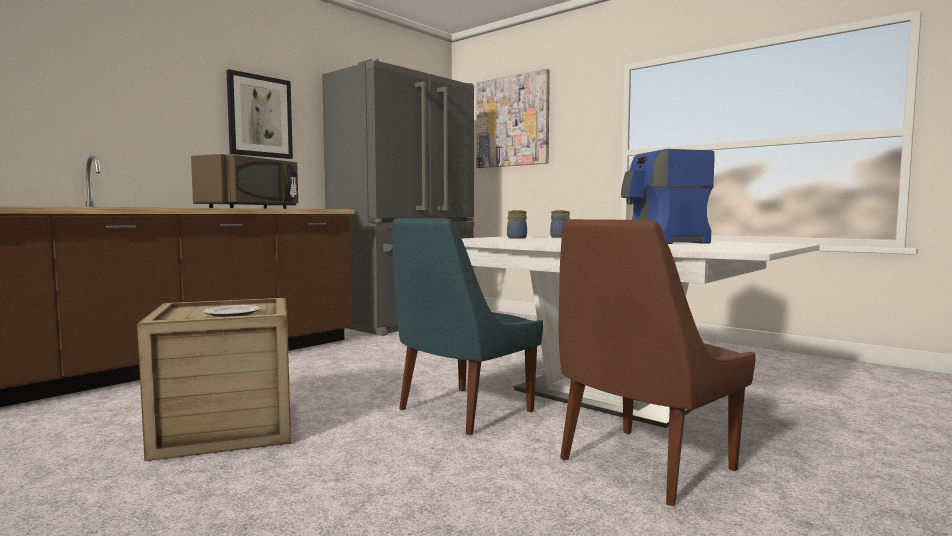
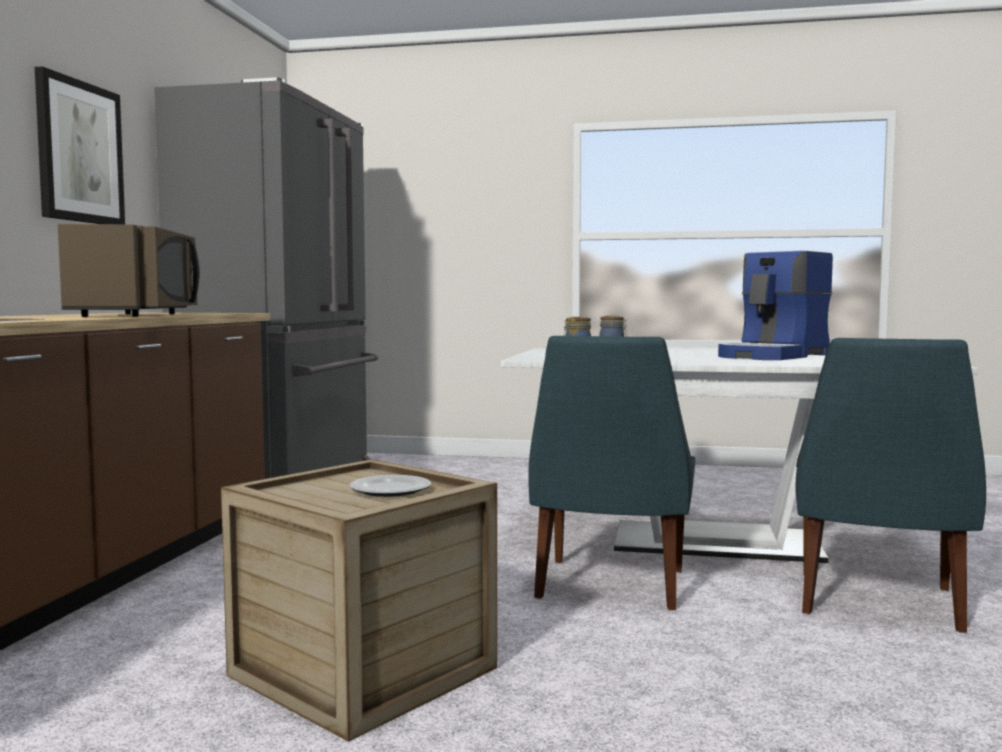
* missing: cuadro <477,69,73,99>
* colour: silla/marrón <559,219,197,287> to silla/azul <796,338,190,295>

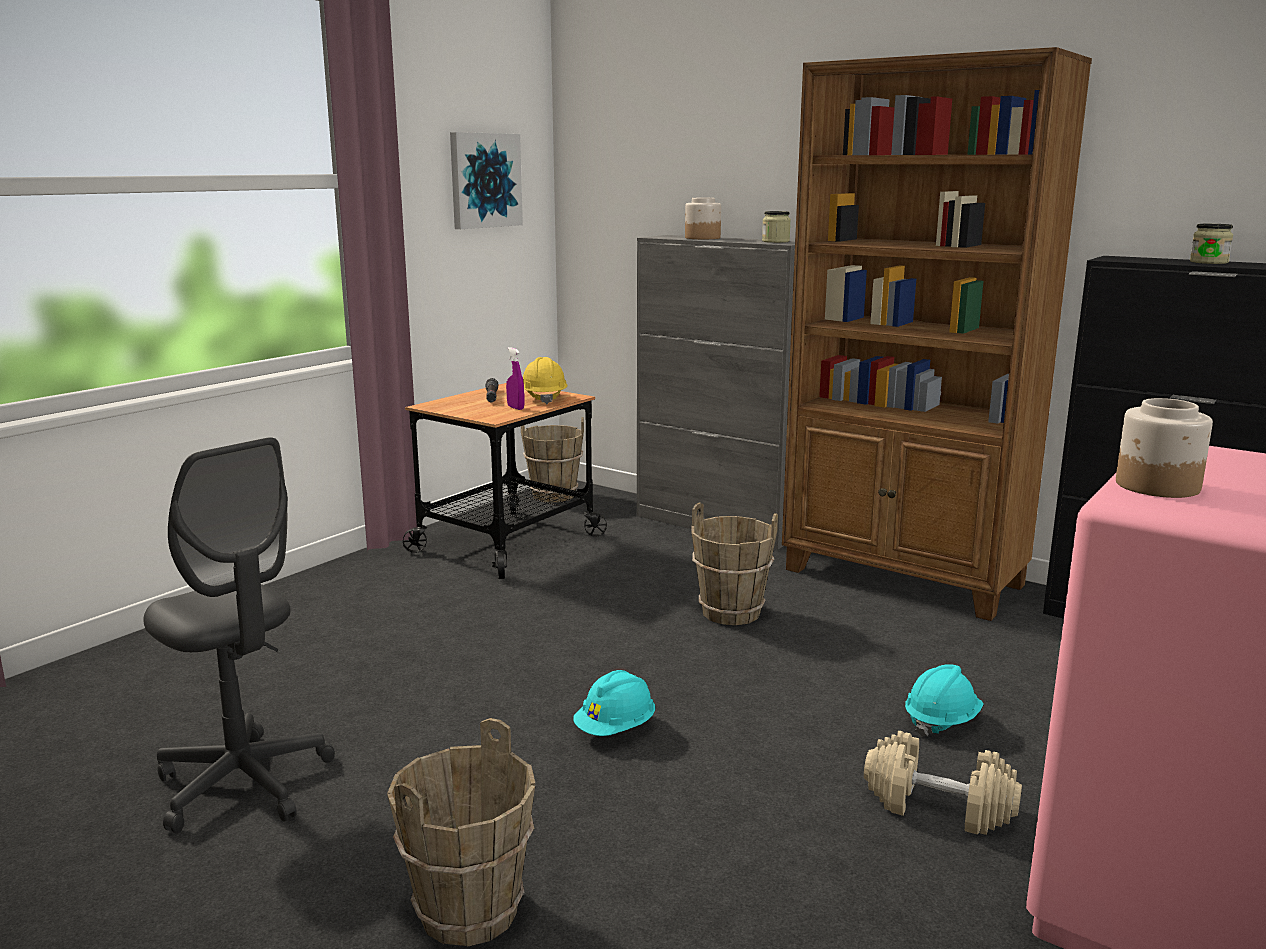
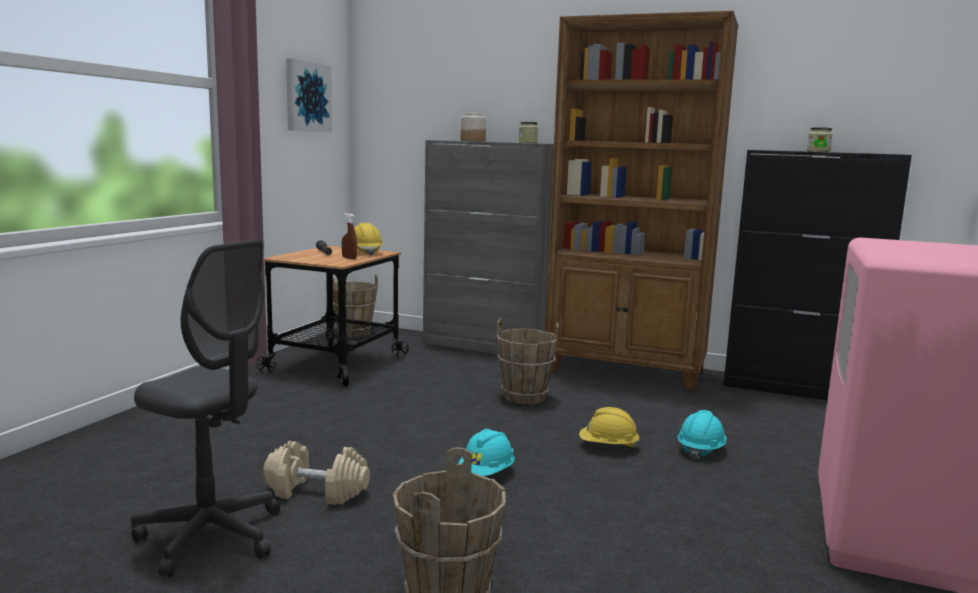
* colour: pulverizador/morado <506,347,18,63> to pulverizador/marrón <342,213,15,46>
* missing: tarro <1116,398,97,100>
* relocated: mancuerna/beis <864,731,158,104> to <263,441,107,64>
* appeared: casco/amarillo <579,407,61,41>

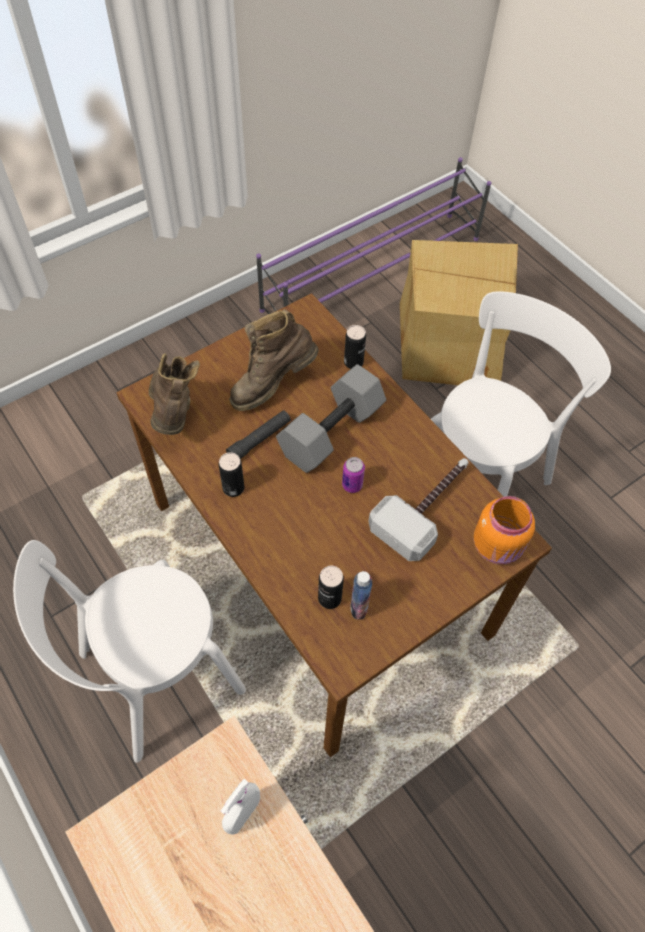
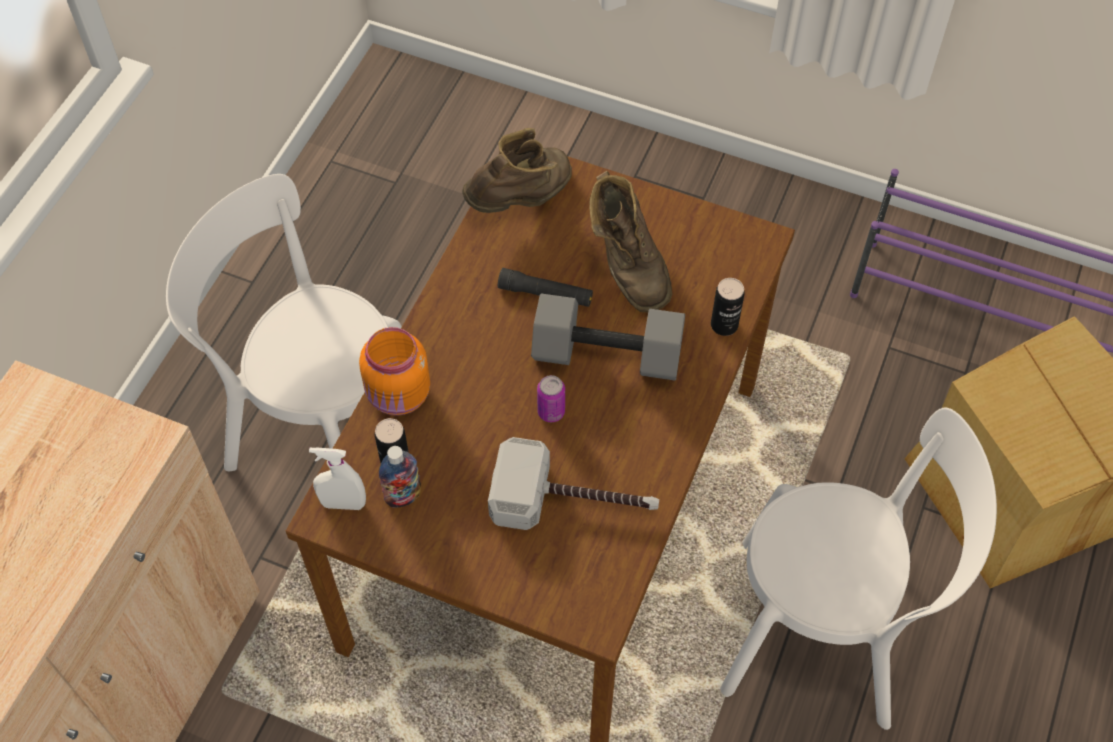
* spun: bota/marrón <229,309,90,102> = <589,171,83,141> 135 degrees counterclockwise
* missing: lata <219,452,25,45>
* relocated: tarro/naranja <474,496,61,69> to <359,327,71,89>
* relocated: pulverizador/blanco <221,779,39,56> to <309,448,57,62>

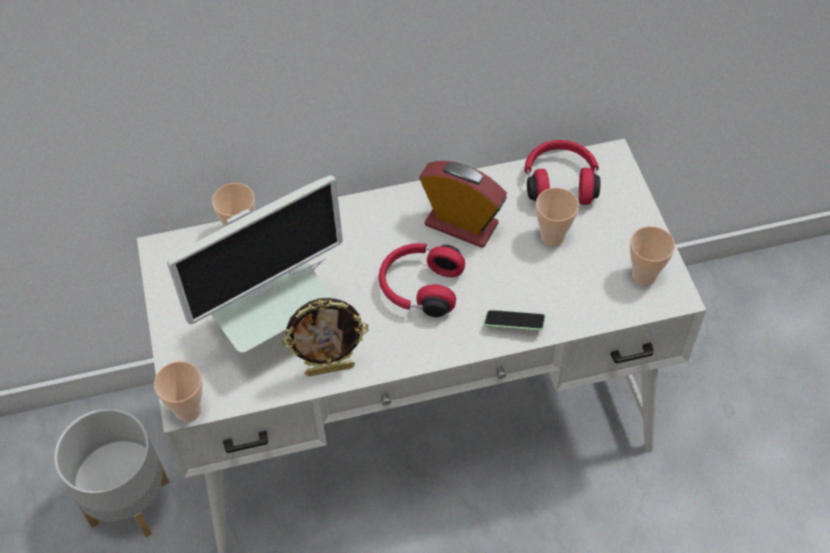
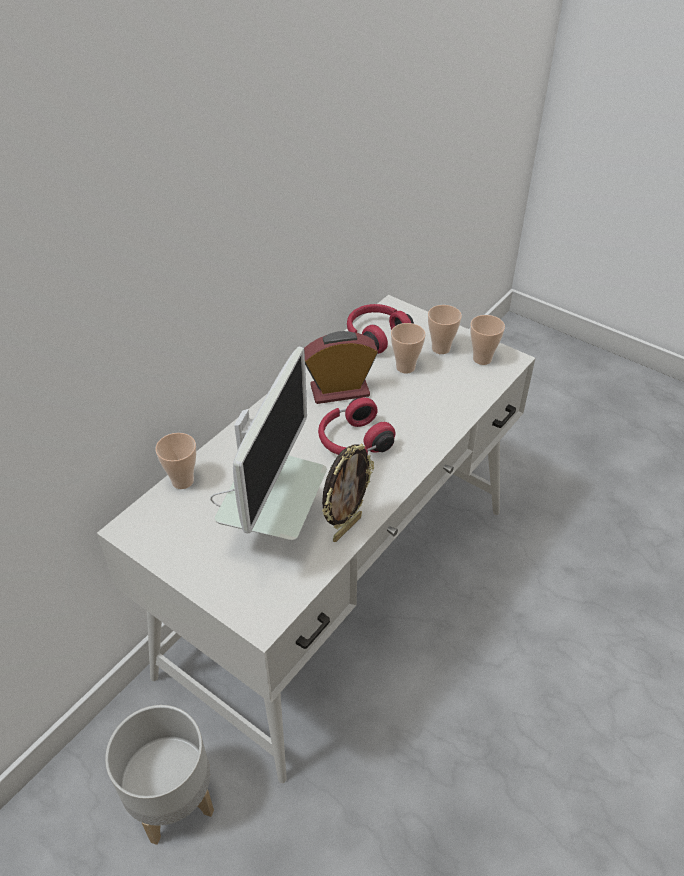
* missing: móvil <484,310,62,20>
* relocated: taza <154,361,49,61> to <428,305,34,49>

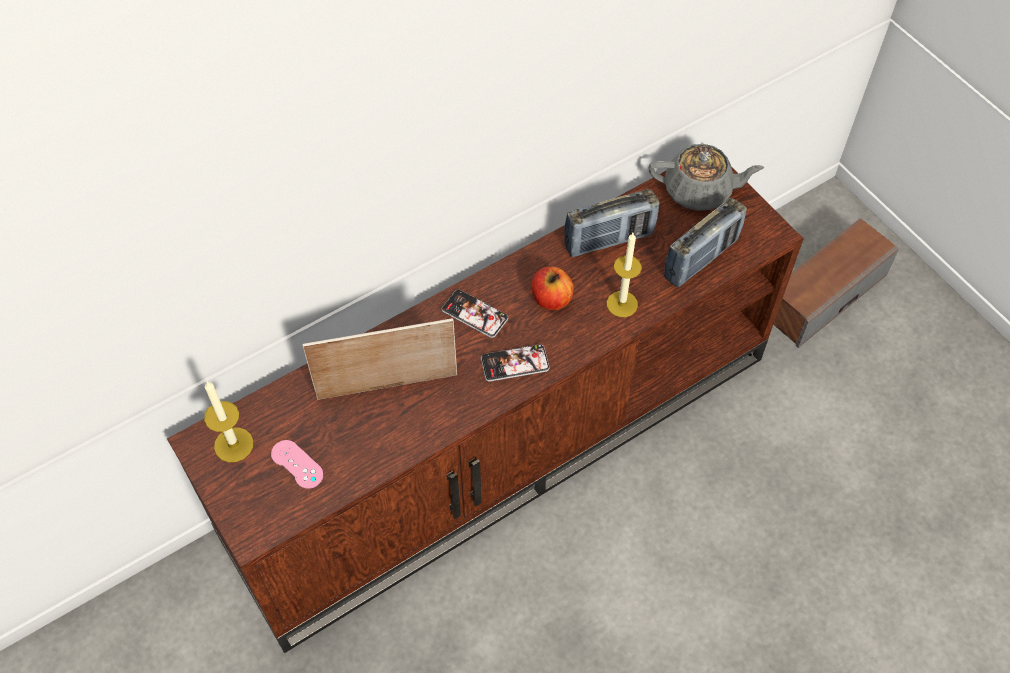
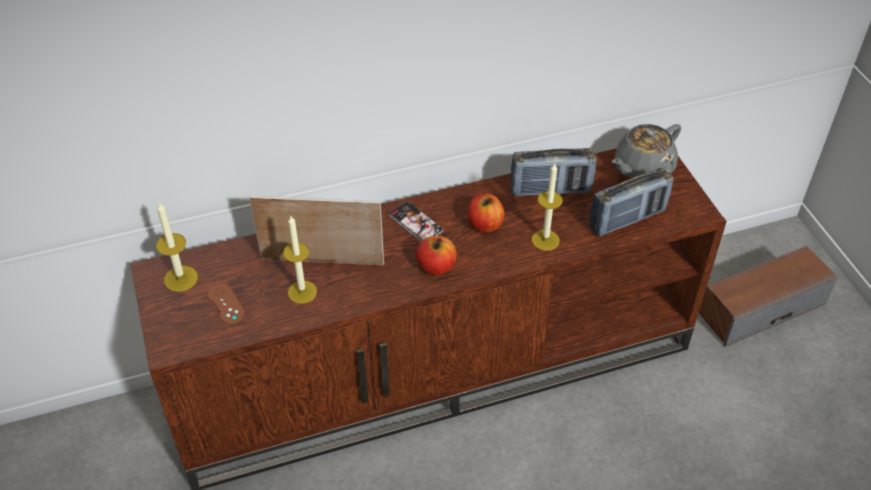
* spun: tetera/gris <648,144,117,67> = <612,124,69,54> 120 degrees clockwise
* exchanged: móvil <481,344,69,38> to manzana <416,236,41,39>
* colour: mando de consola/rosa <271,440,52,49> to mando de consola/marrón <207,283,38,42>
* appeared: vela <283,216,34,88>

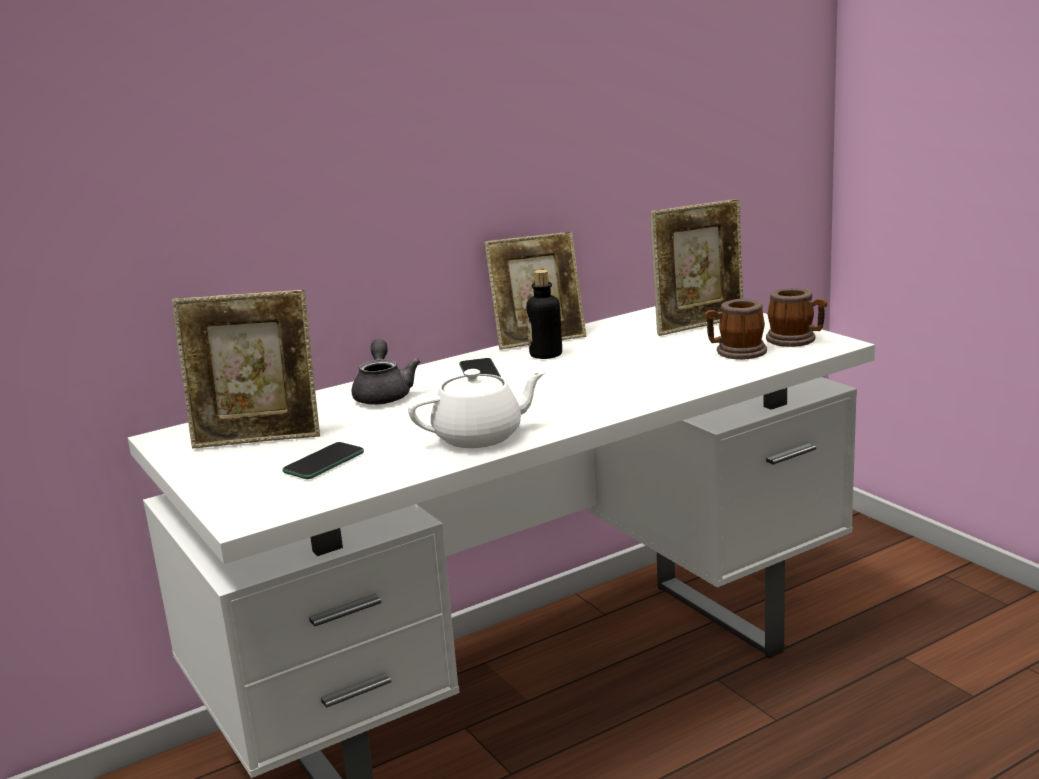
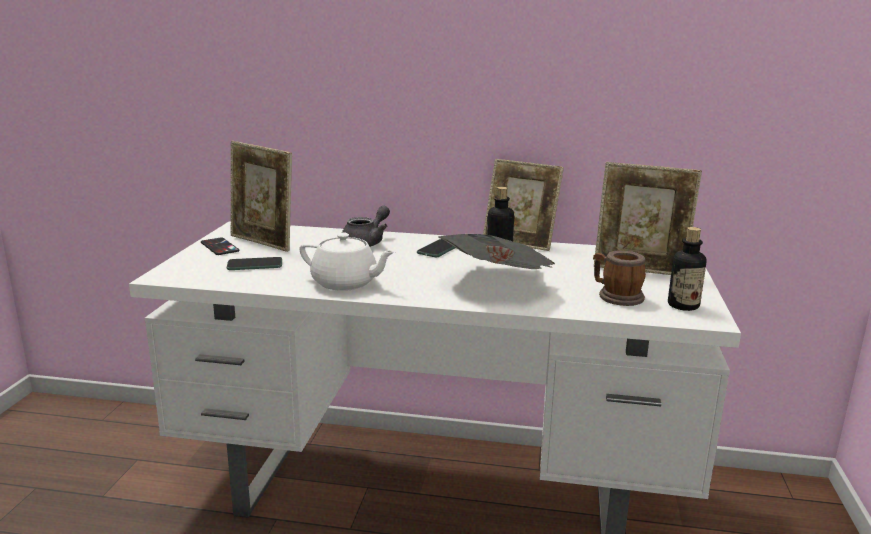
* exchanged: taza grande <766,288,61,59> to botella <668,227,39,84>
* appeared: periódico <438,234,116,35>
* appeared: móvil <201,237,38,18>

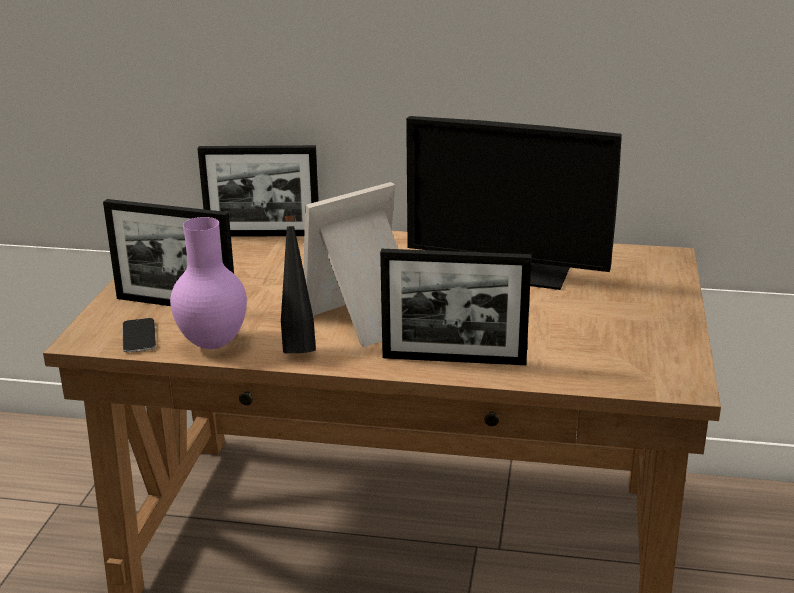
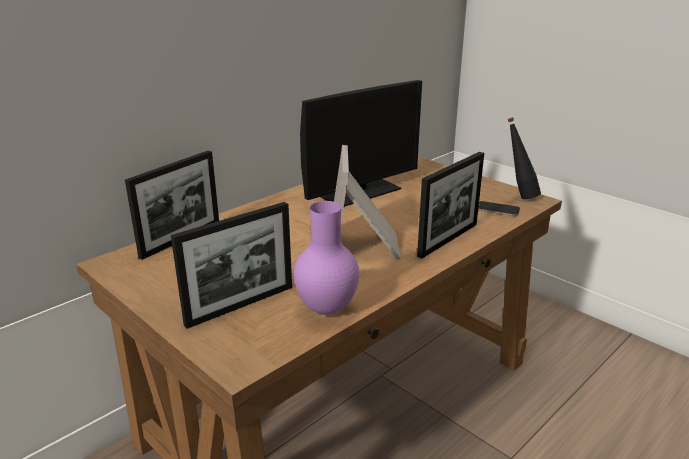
* relocated: botella/negro <281,215,35,139> to <507,117,34,82>
* relocated: móvil <122,318,34,34> to <478,201,42,15>

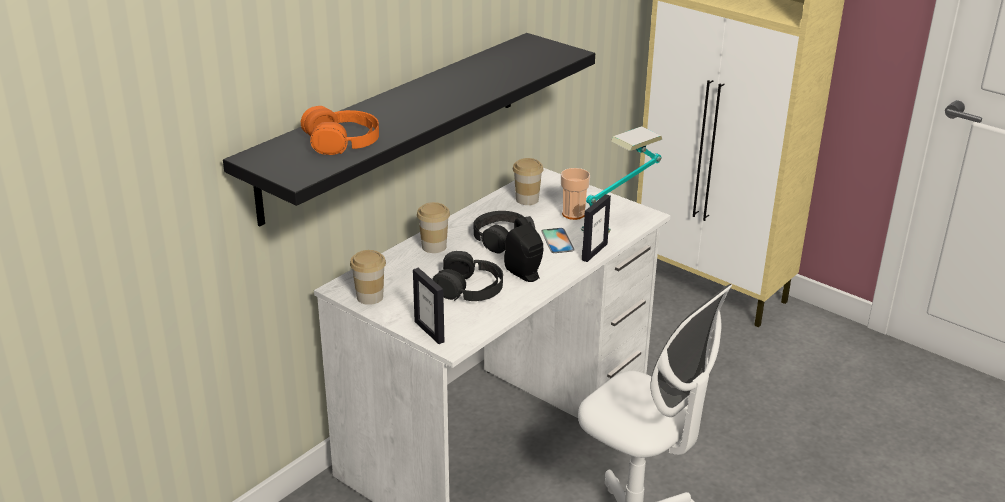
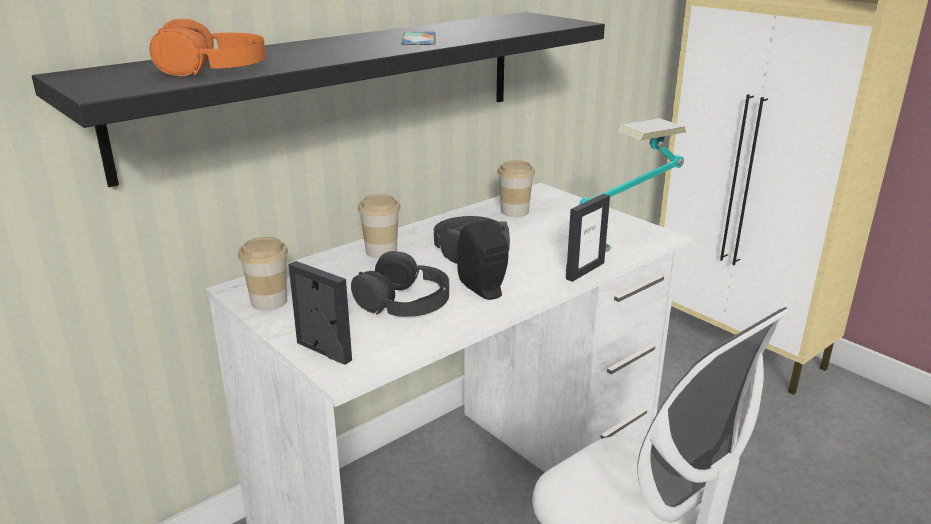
* missing: taza <561,168,29,52>
* relocated: móvil <541,228,34,25> to <401,32,35,13>
* spun: portarretratos <413,268,31,76> = <289,261,63,104> 150 degrees clockwise

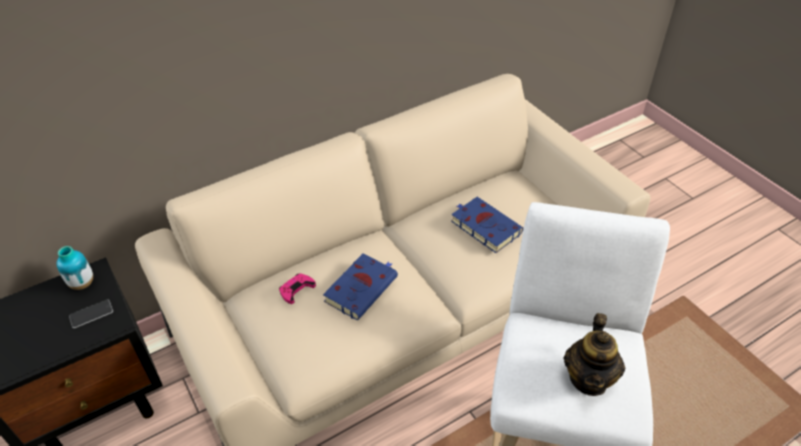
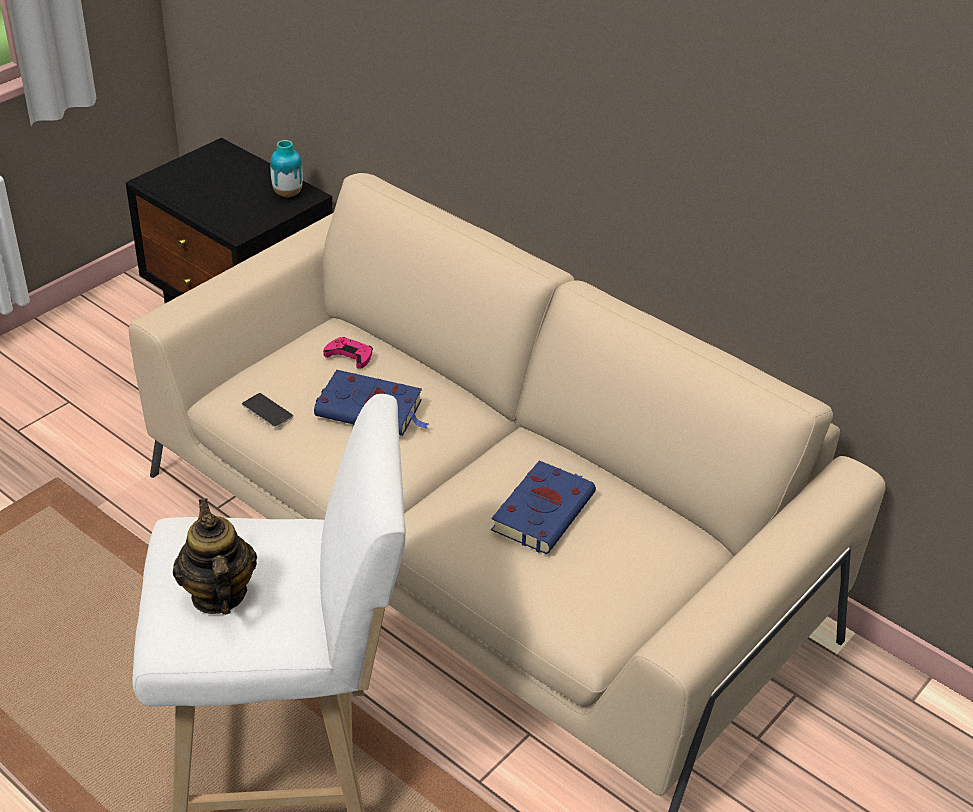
* relocated: móvil <69,299,44,29> to <242,393,52,35>
* spun: tetera <564,313,61,83> = <173,498,84,117> 75 degrees clockwise

